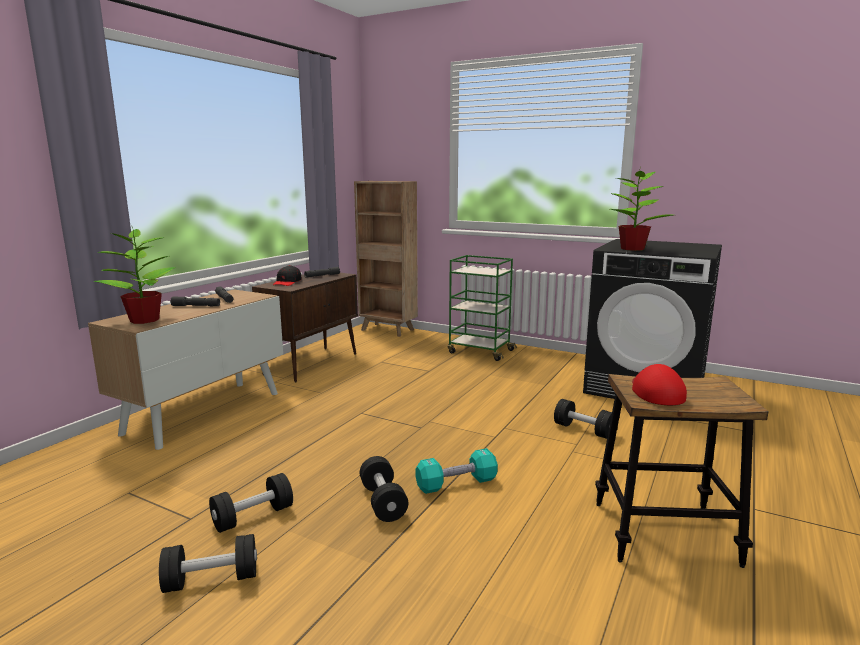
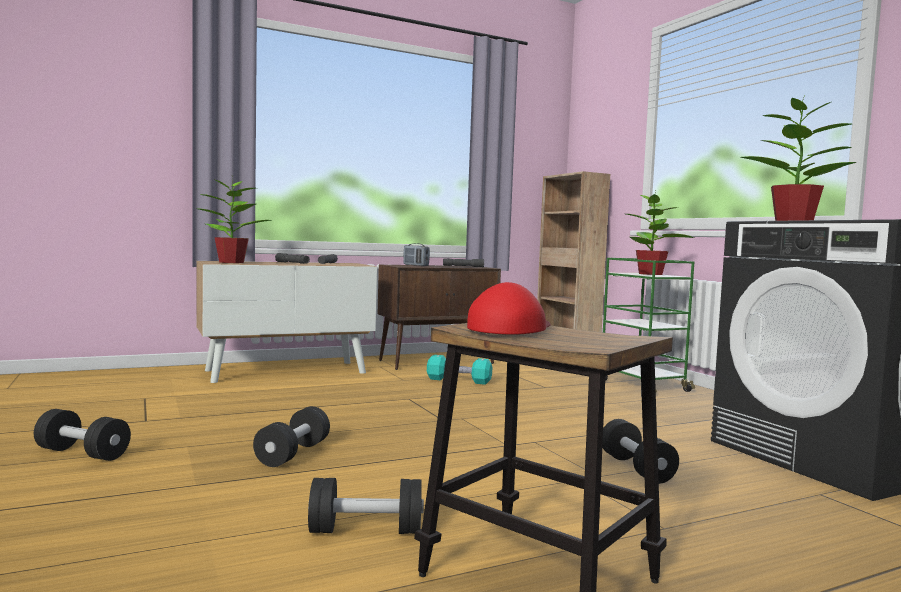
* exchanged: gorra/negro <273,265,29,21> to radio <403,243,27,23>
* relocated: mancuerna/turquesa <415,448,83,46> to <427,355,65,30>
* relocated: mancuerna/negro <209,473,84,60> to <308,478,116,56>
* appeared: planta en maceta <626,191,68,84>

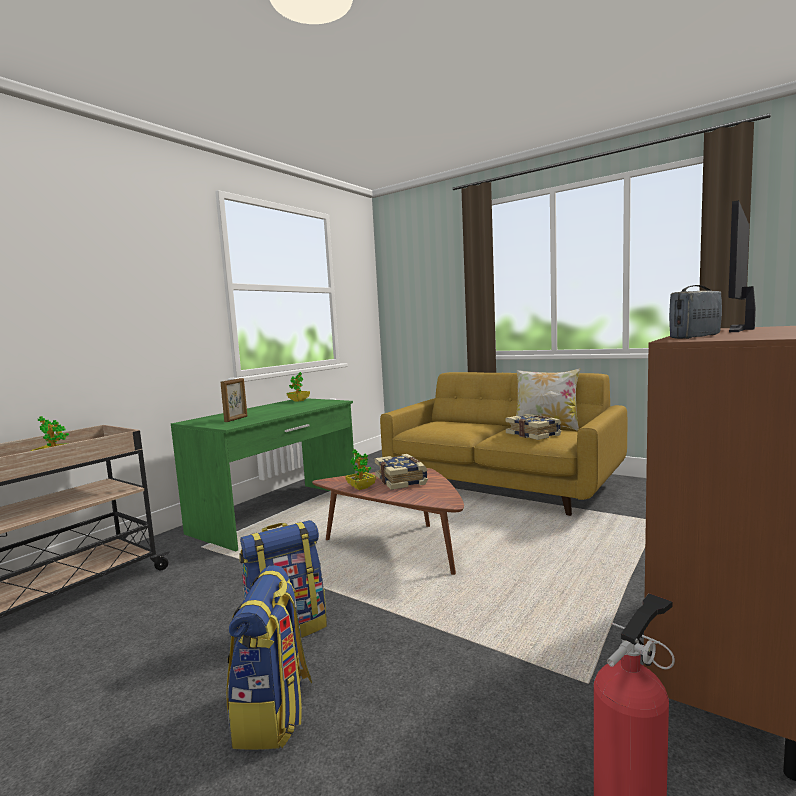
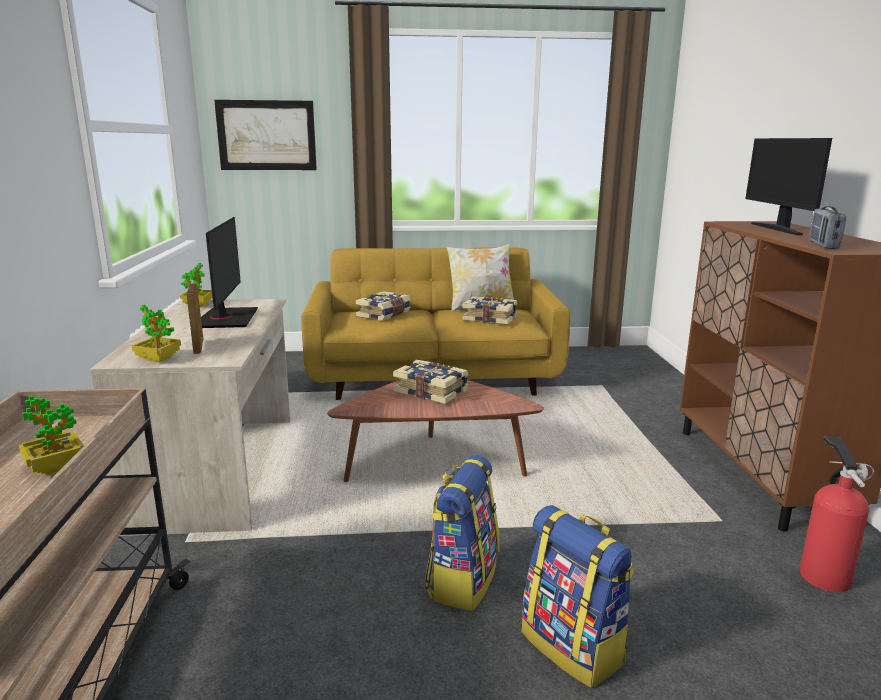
* colour: escritorio/verde <171,398,184,153> to escritorio/beis <90,299,200,237>
* relocated: planta en maceta <345,449,31,41> to <131,305,50,57>
* appeared: cuadro <214,100,103,70>
* appeared: monitor <201,217,57,111>
* appeared: libro <356,291,54,30>

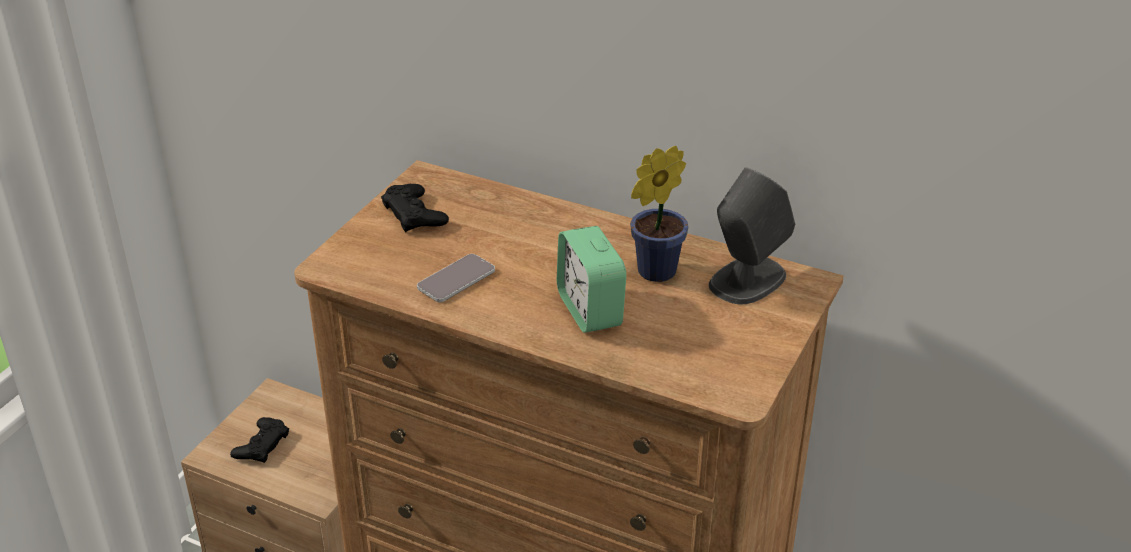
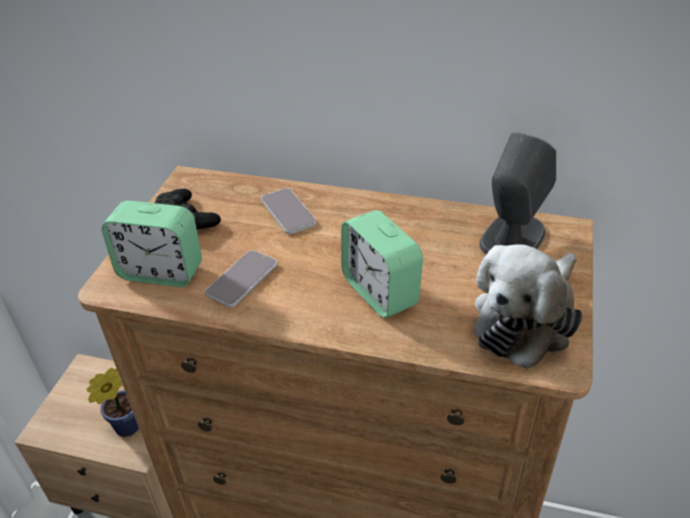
* relocated: planta en maceta <630,146,58,136> to <86,368,53,69>
* missing: mando de consola/negro <230,417,59,46>
* appeared: móvil <261,188,55,46>
* appeared: despertador <102,200,100,87>
* appeared: peluche <475,244,107,125>

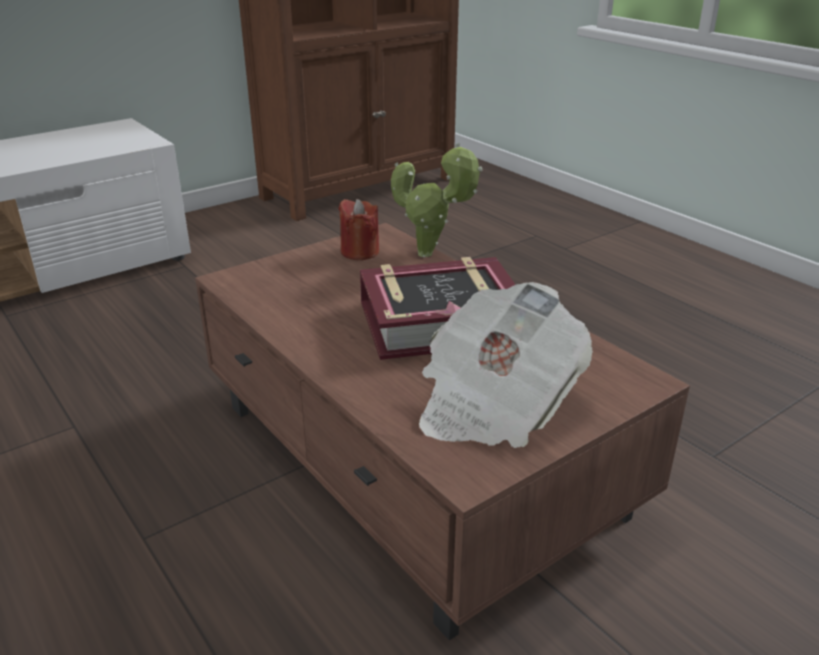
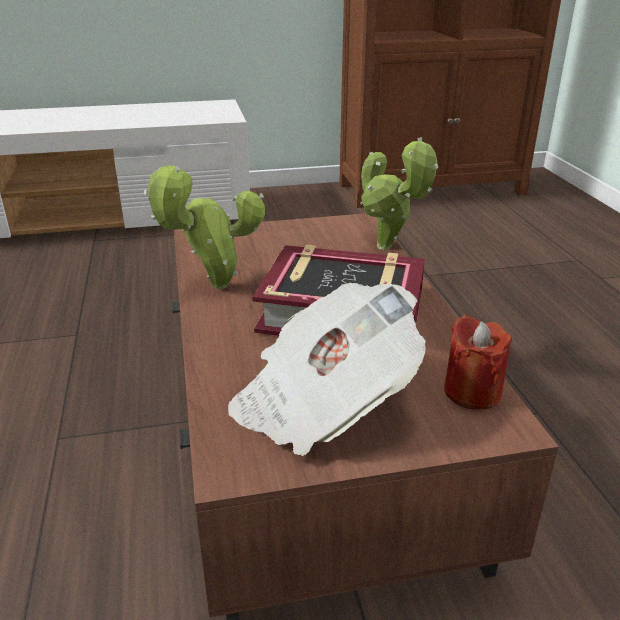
* relocated: vela/rojo <339,199,40,61> to <444,315,68,95>
* appeared: planta en maceta <144,165,121,124>

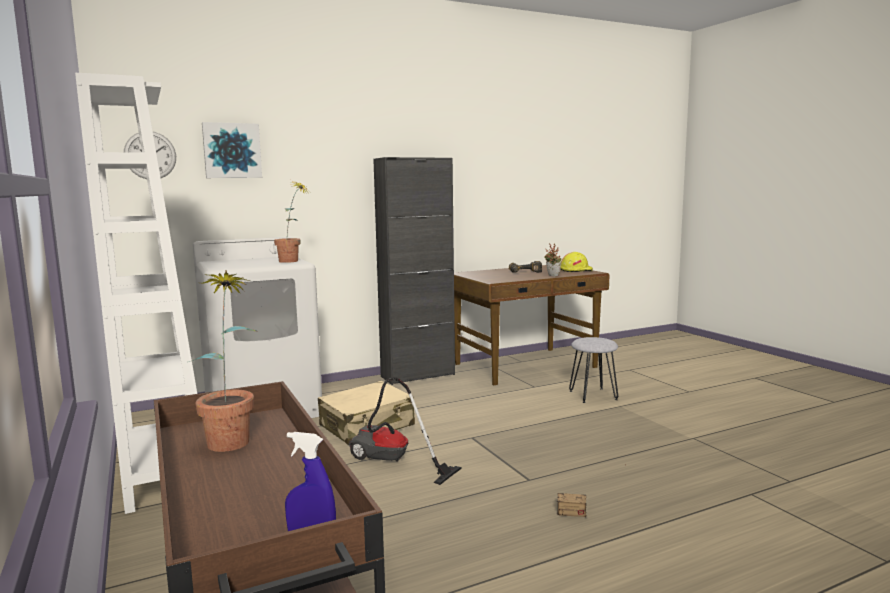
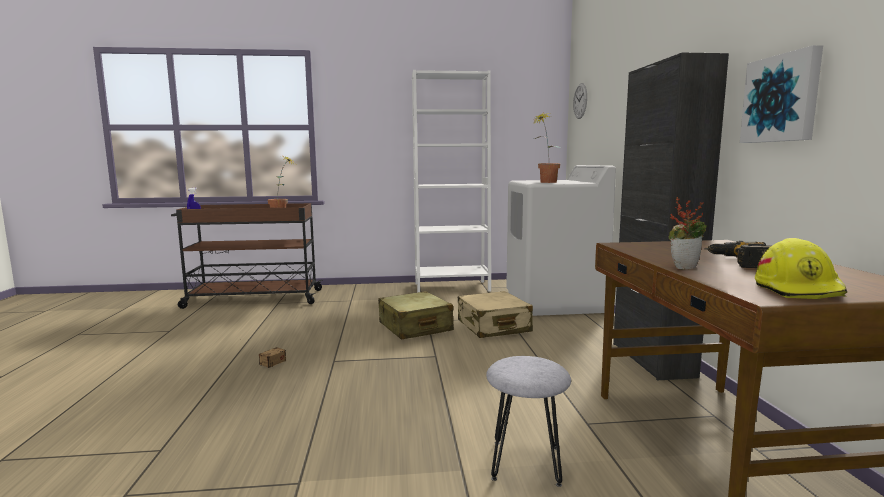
* relocated: cuadro <202,122,60,56> to <740,45,83,98>
* exchanged: aspiradora <349,377,113,108> to maleta/beis <378,291,76,49>

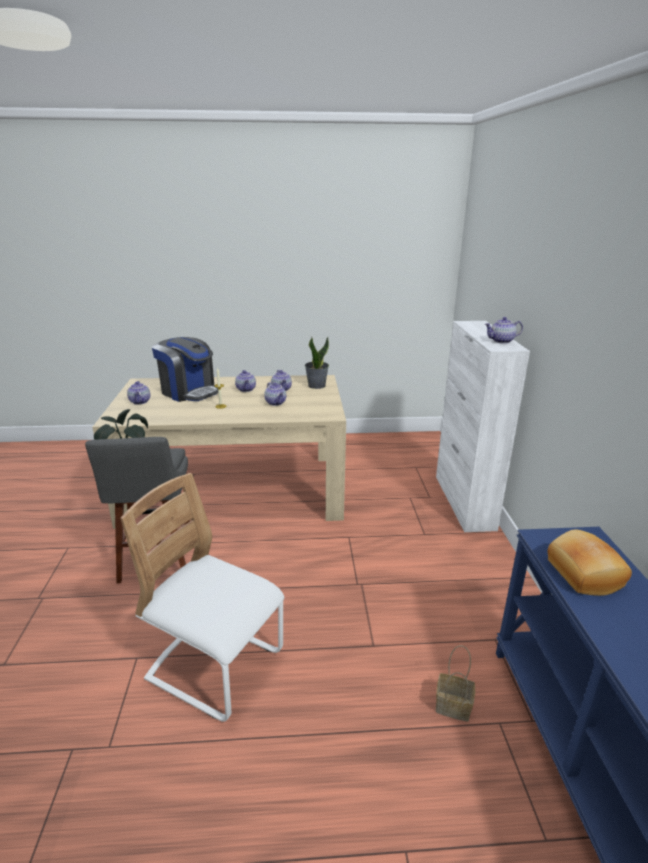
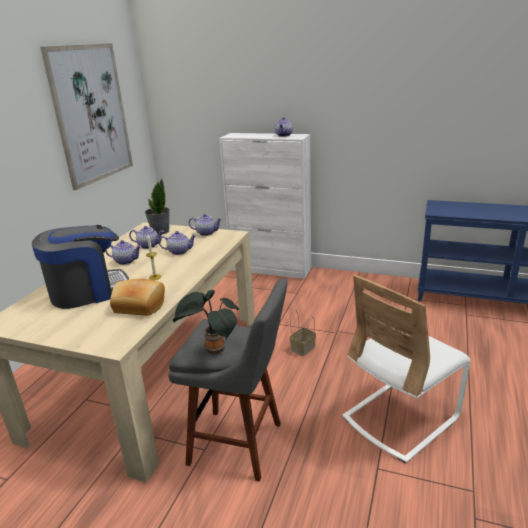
* relocated: tetera <127,381,23,24> to <189,214,33,22>
* relocated: pan <548,529,84,67> to <110,279,55,37>
* relocated: cesta <436,645,39,77> to <290,309,26,47>
* appeared: cuadro <40,43,93,147>

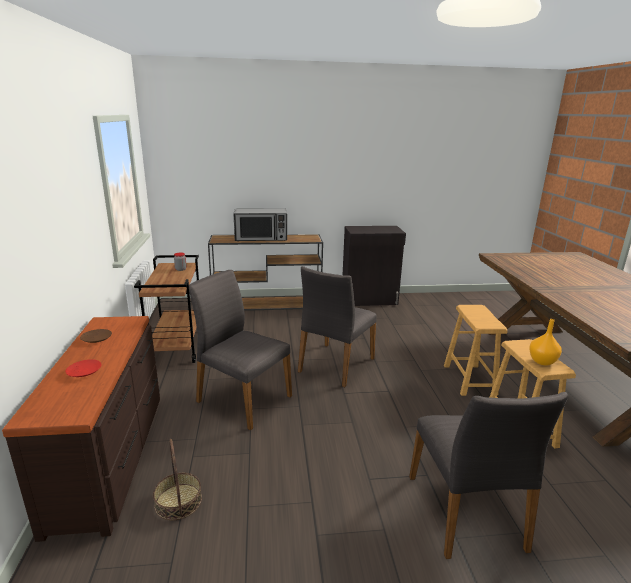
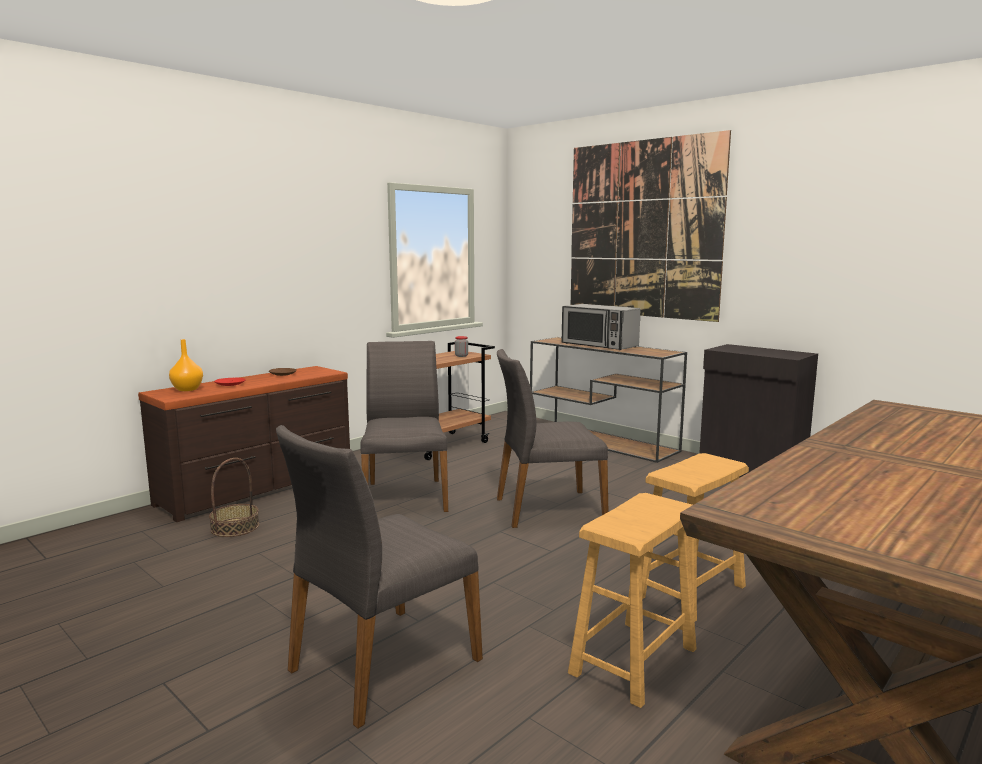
* relocated: florero/naranja <529,319,33,47> to <169,339,34,52>
* appeared: cuadro <571,130,160,192>

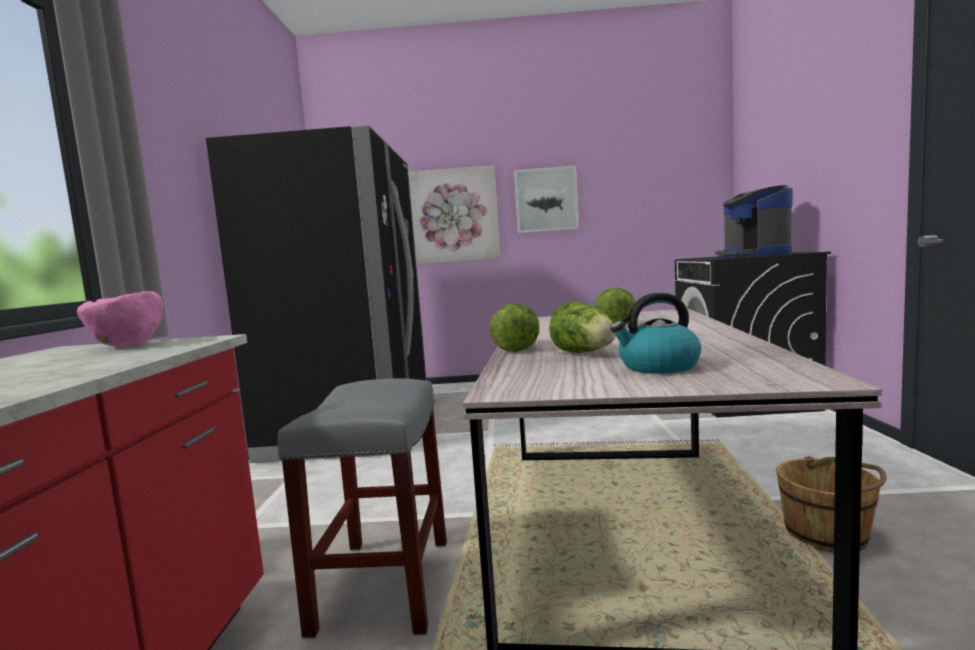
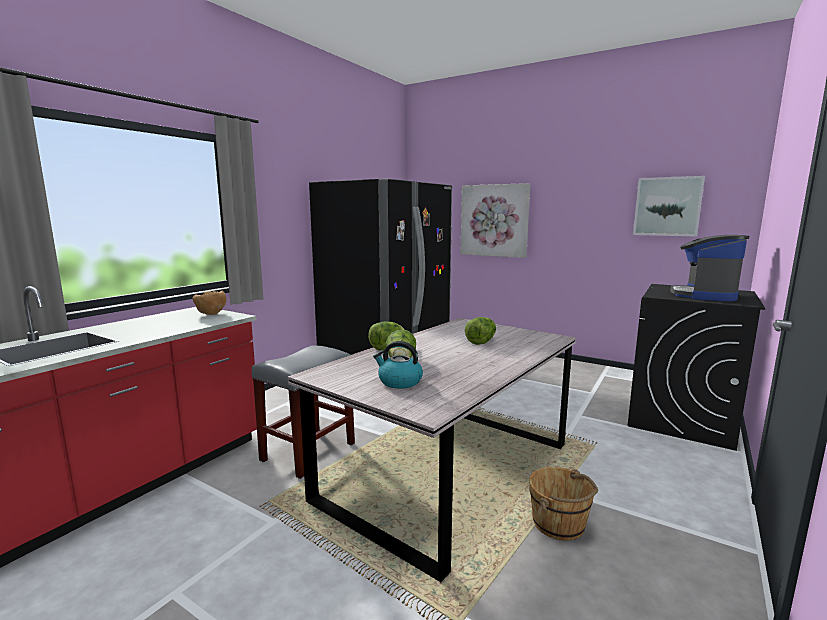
* relocated: cuadro <514,166,65,67> to <633,176,72,61>
* colour: cuenco/rosa <77,291,86,56> to cuenco/marrón <192,290,34,25>

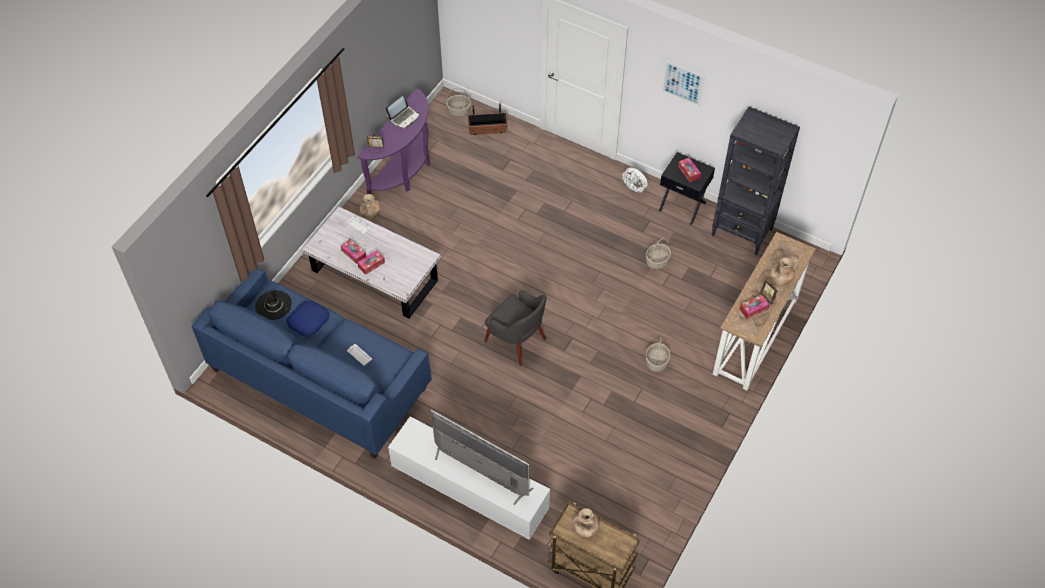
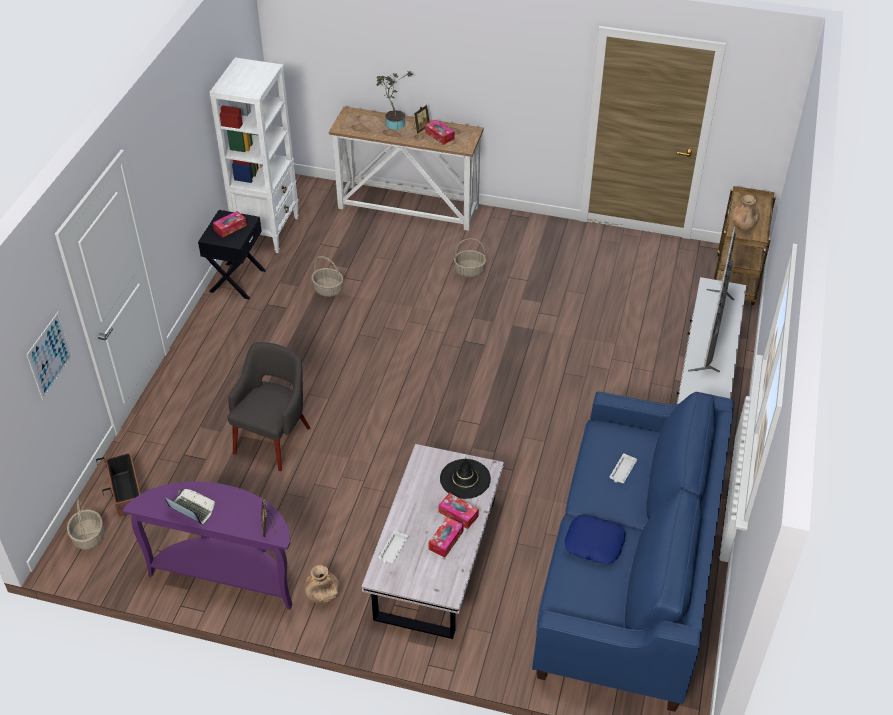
* relocated: cuadro <662,61,42,45> to <26,311,47,89>
* colour: estantería/negro <712,107,88,148> to estantería/blanco <210,58,89,195>
* missing: ventilador/blanco <620,168,28,25>
* exchanged: florero/marrón <771,257,24,29> to planta en maceta <376,71,37,59>
* relocated: sombrero/negro <255,290,37,30> to <440,458,51,41>
* relocated: sillón/gris <484,290,62,76> to <227,342,84,129>

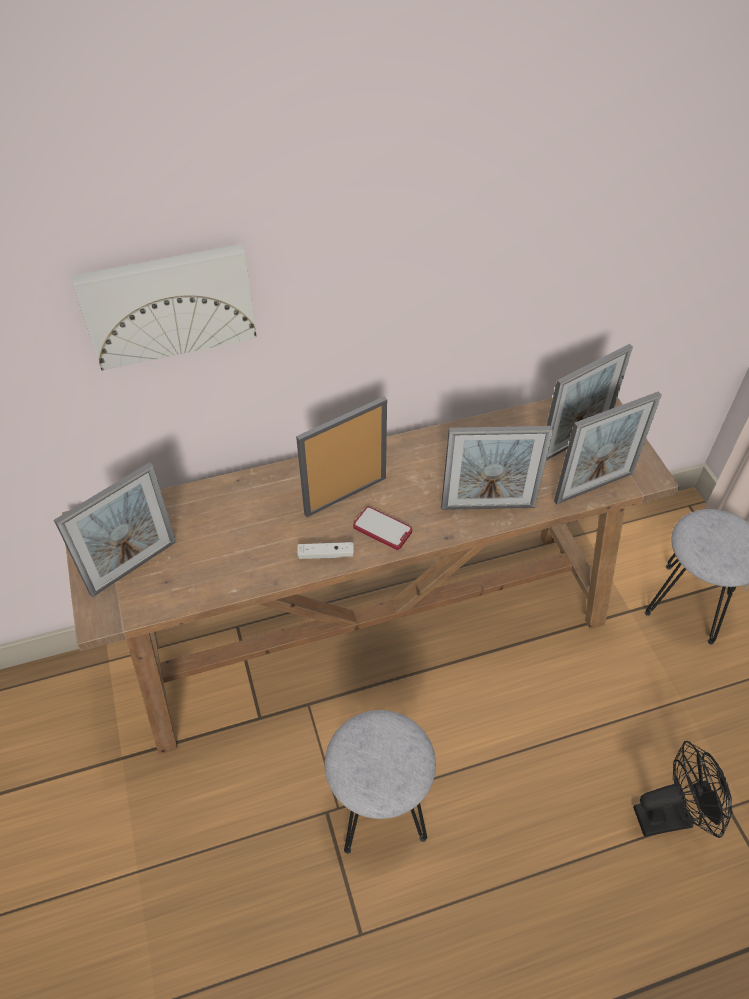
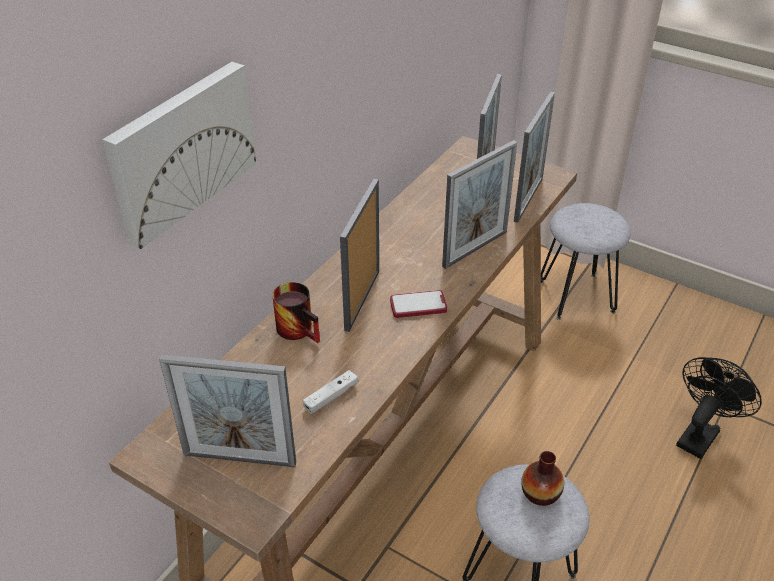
* spun: portarretratos <54,462,122,135> = <159,354,137,113> 90 degrees clockwise
* relocated: mando de consola/blanco <297,542,57,17> to <303,370,55,44>
* appeared: taza grande <272,282,48,61>
* appeared: florero <521,451,43,55>

